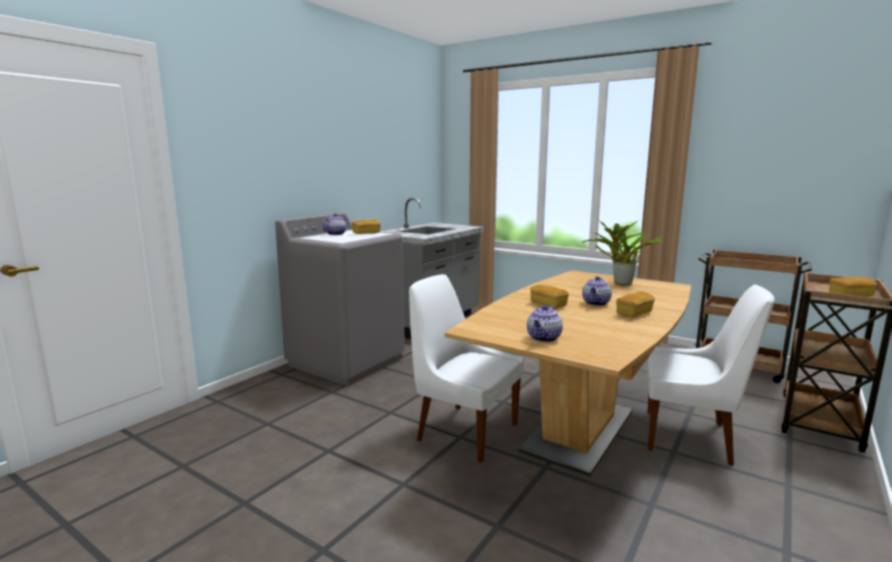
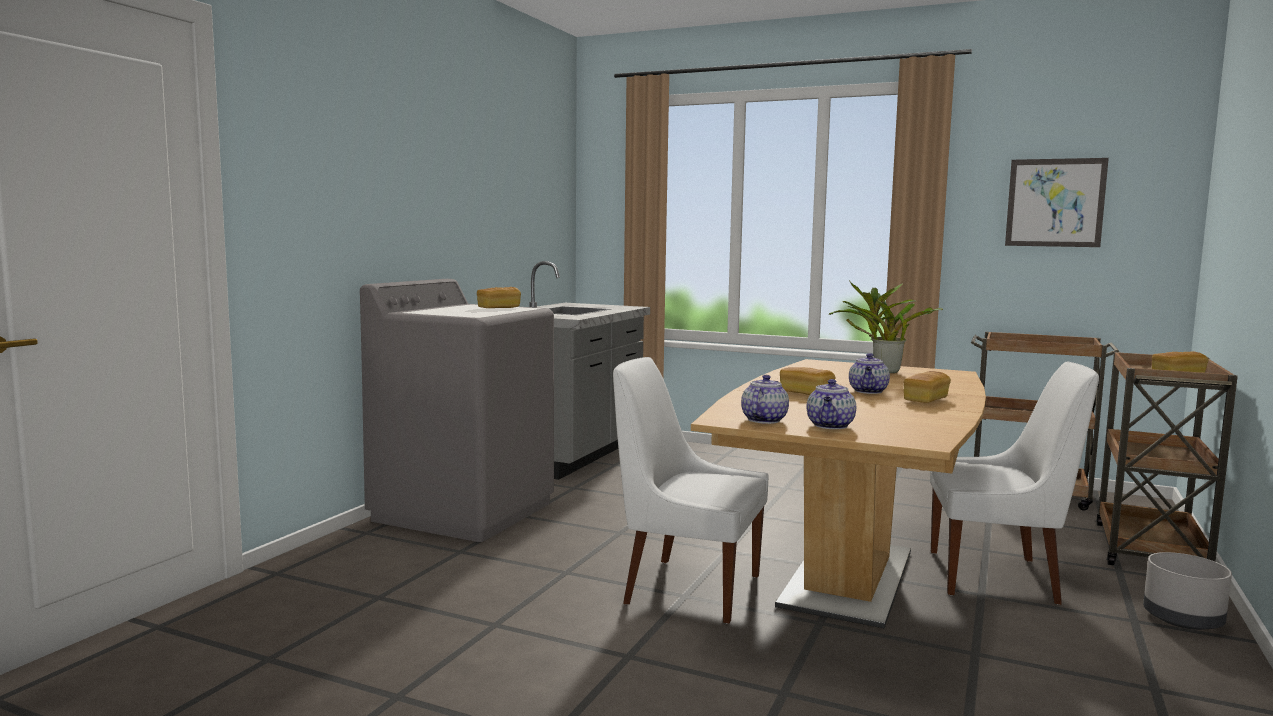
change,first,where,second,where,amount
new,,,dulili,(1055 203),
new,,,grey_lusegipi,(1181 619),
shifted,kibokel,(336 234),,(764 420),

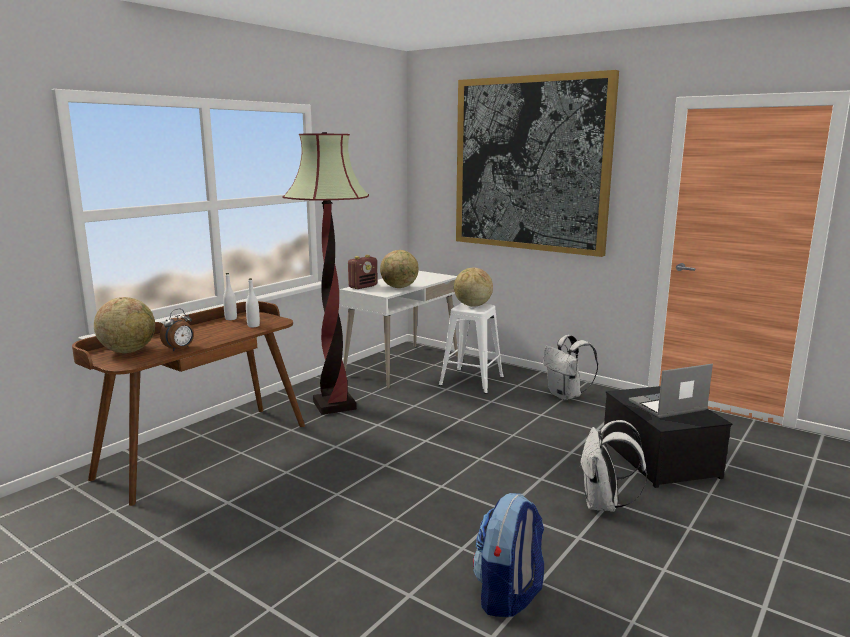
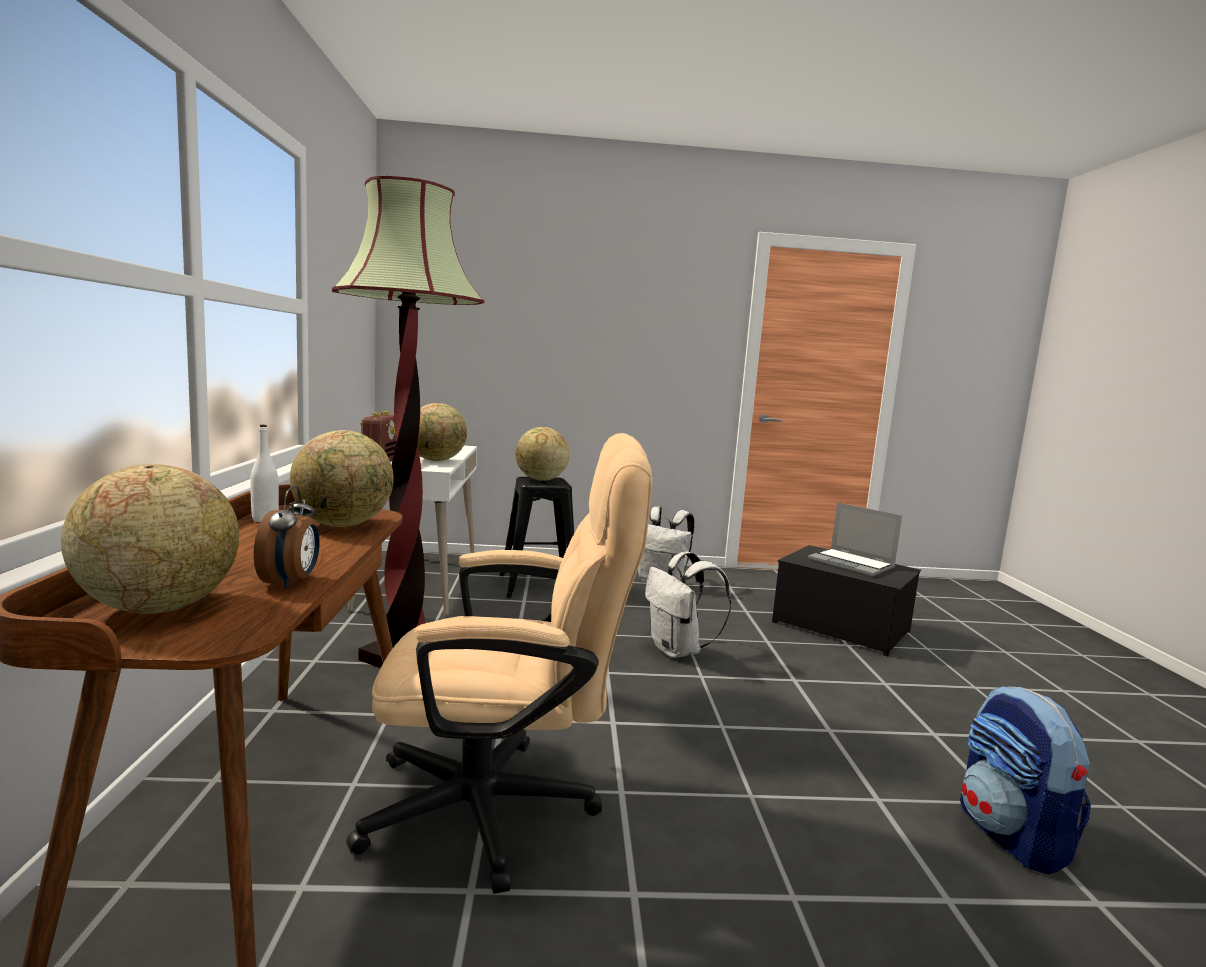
change,first,where,second,where,amount
gone,dulili,(531 164),,,
new,,,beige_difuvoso,(502 809),
shifted,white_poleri,(604 505),,(678 651),
swapped,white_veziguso,(253 326),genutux,(343 525),
repainted,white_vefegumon,(472 381),black_vefegumon,(539 585),
rotated,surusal,(667 406),,(852 564),75 degrees counterclockwise

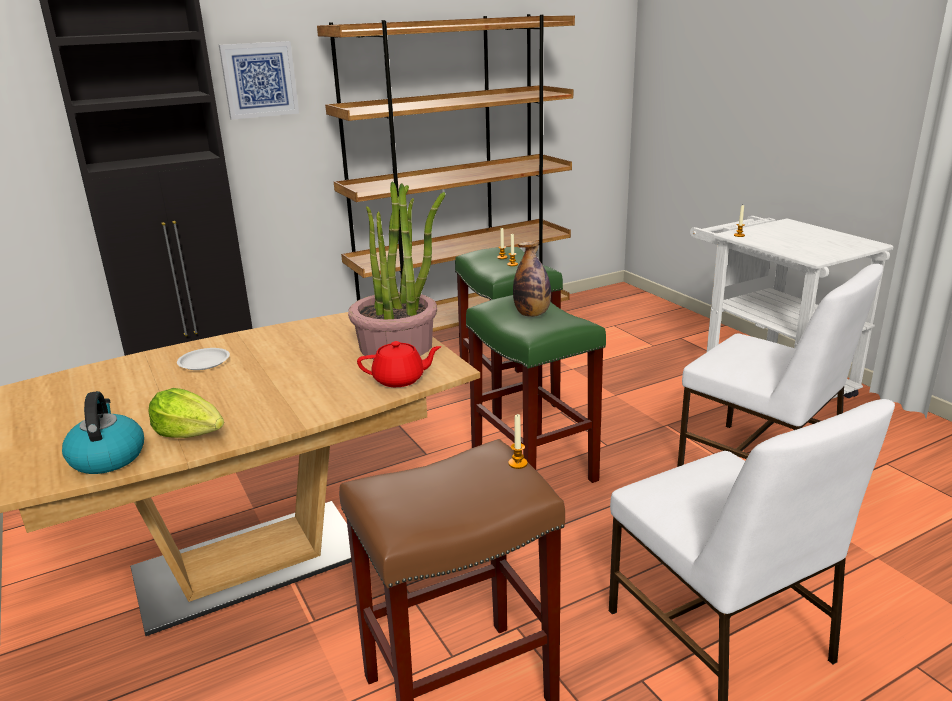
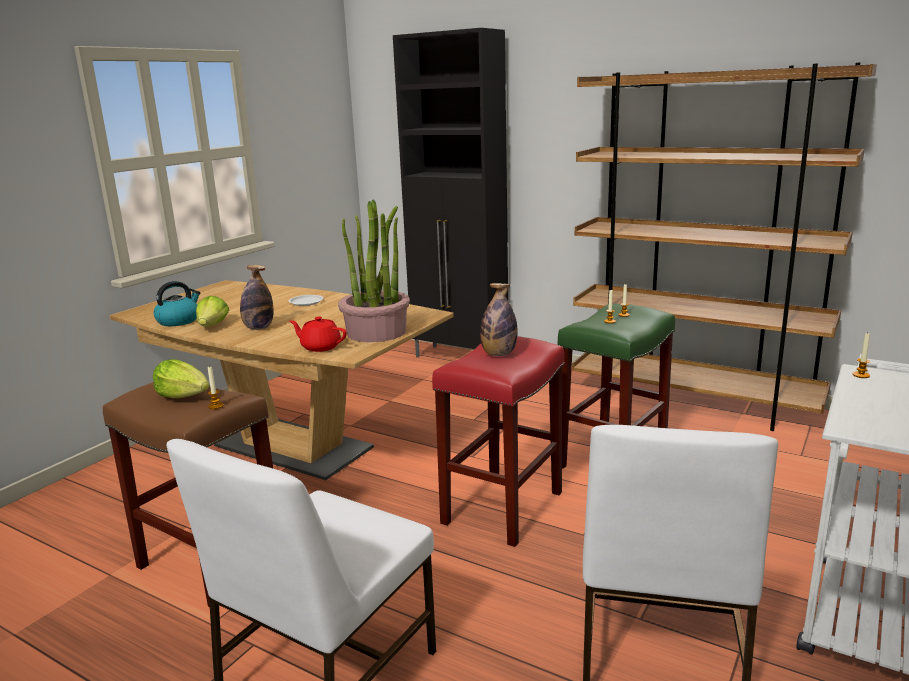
change,first,where,second,where,amount
gone,dulili,(259 80),,,
new,,,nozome,(184 396),
new,,,veziguso,(258 328),
repainted,green_vefegumon,(535 467),red_vefegumon,(502 509),
rotated,red_kibokel,(400 379),,(320 347),150 degrees clockwise

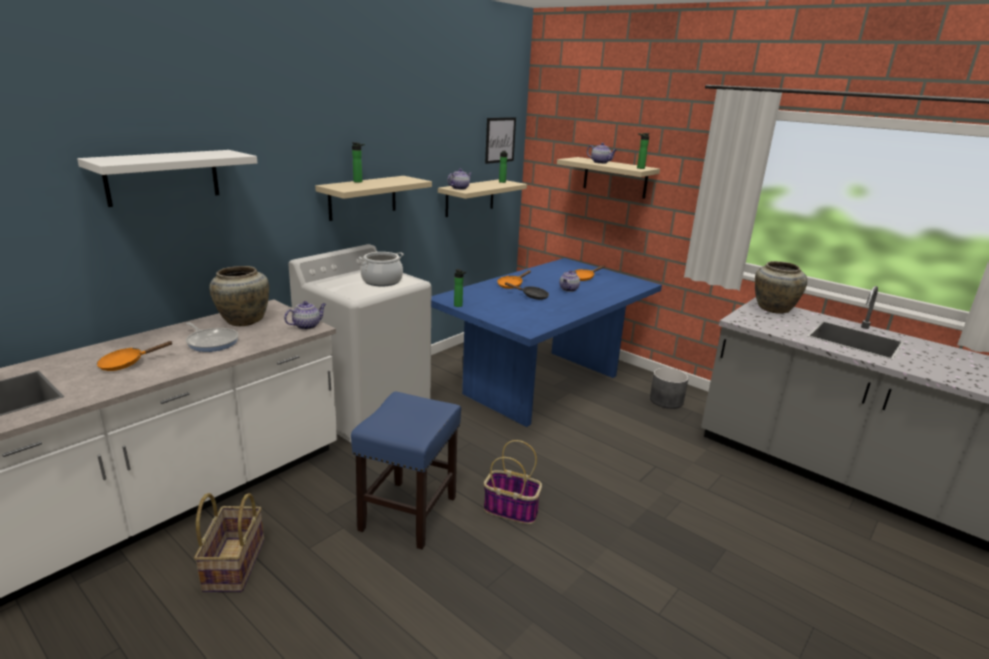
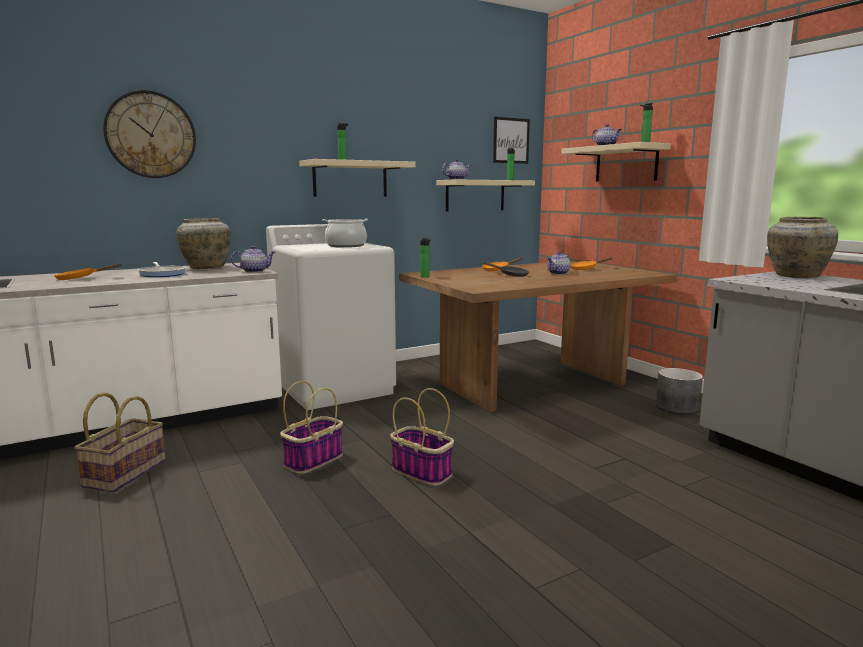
change,first,where,second,where,amount
swapped,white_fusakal,(163 177),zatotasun,(150 135),
swapped,blue_vefegumon,(409 512),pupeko,(314 460),
repainted,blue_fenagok,(542 384),brown_fenagok,(532 383),

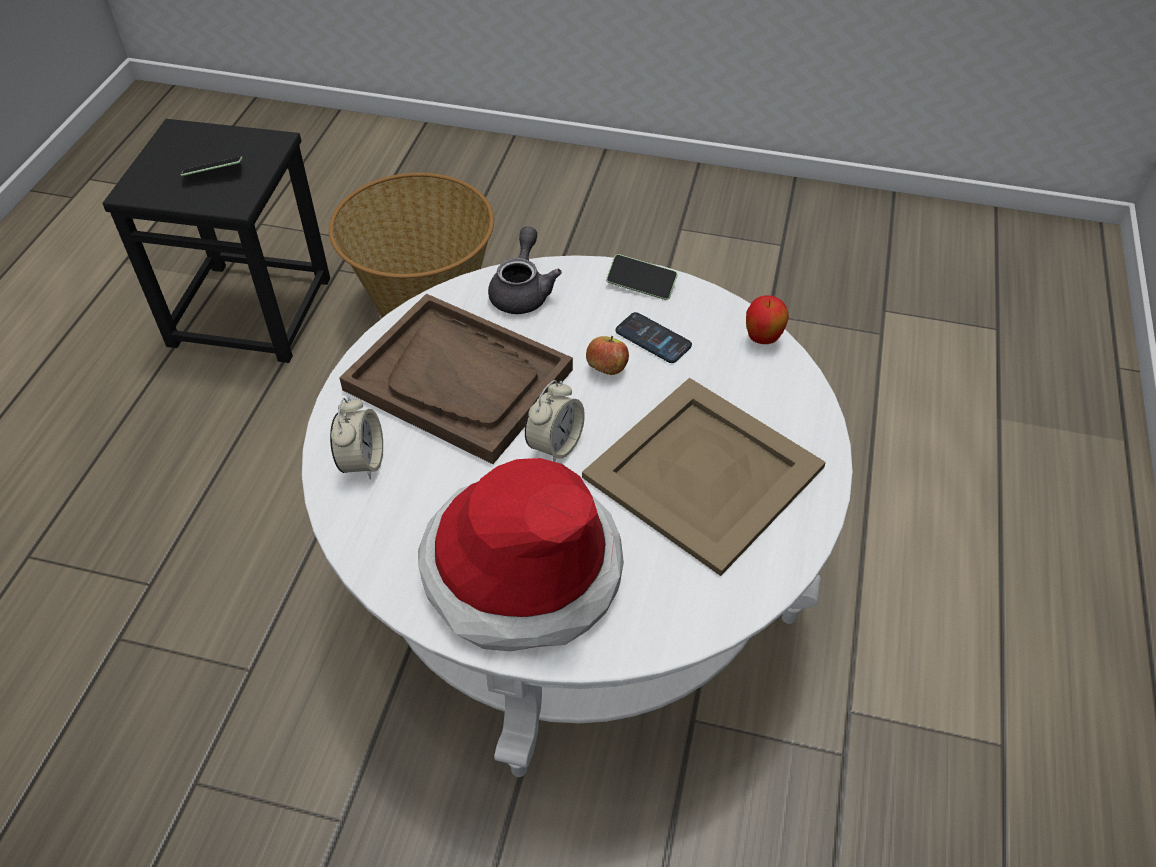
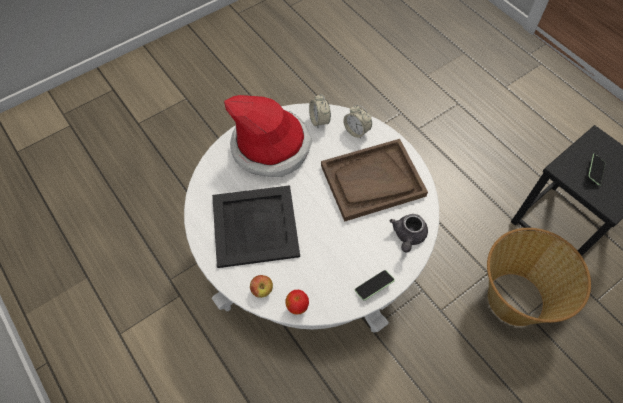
change,first,where,second,where,amount
gone,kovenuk,(653 339),,,
shifted,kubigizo,(555 445),,(319 120),
shifted,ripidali,(606 369),,(262 290),
repainted,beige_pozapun,(703 474),black_pozapun,(254 225),
rotated,grey_kibokel,(522 291),,(408 236),60 degrees clockwise

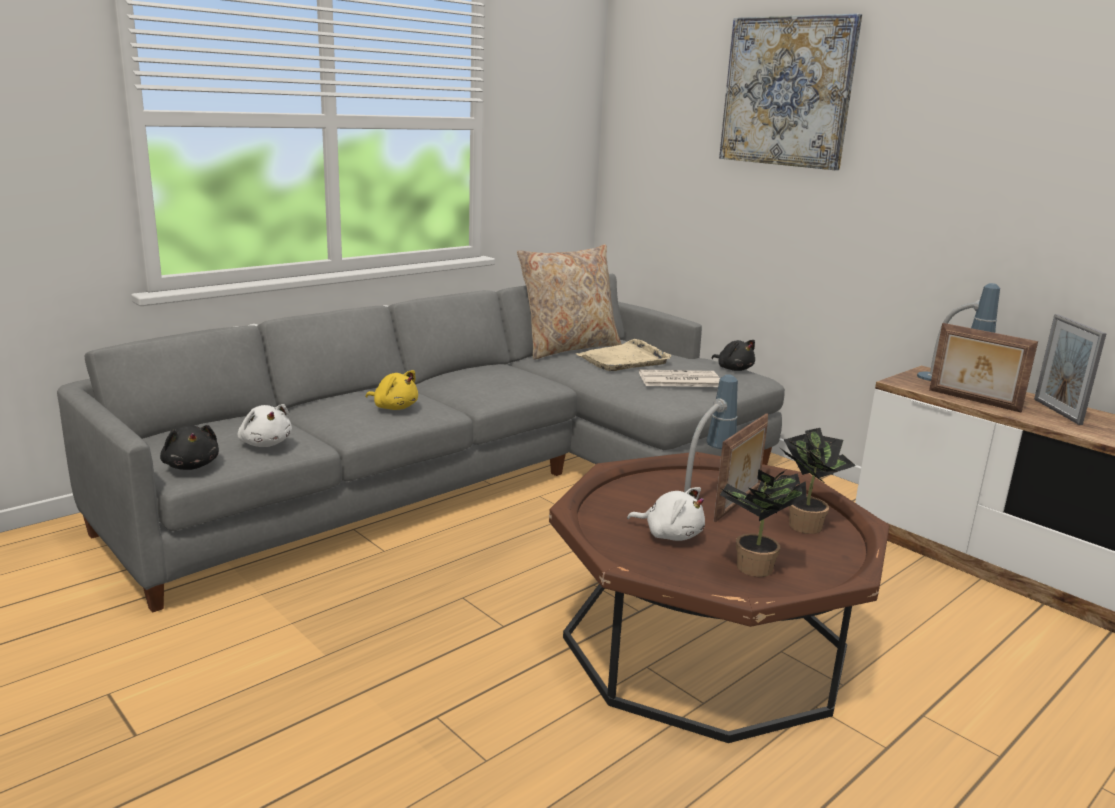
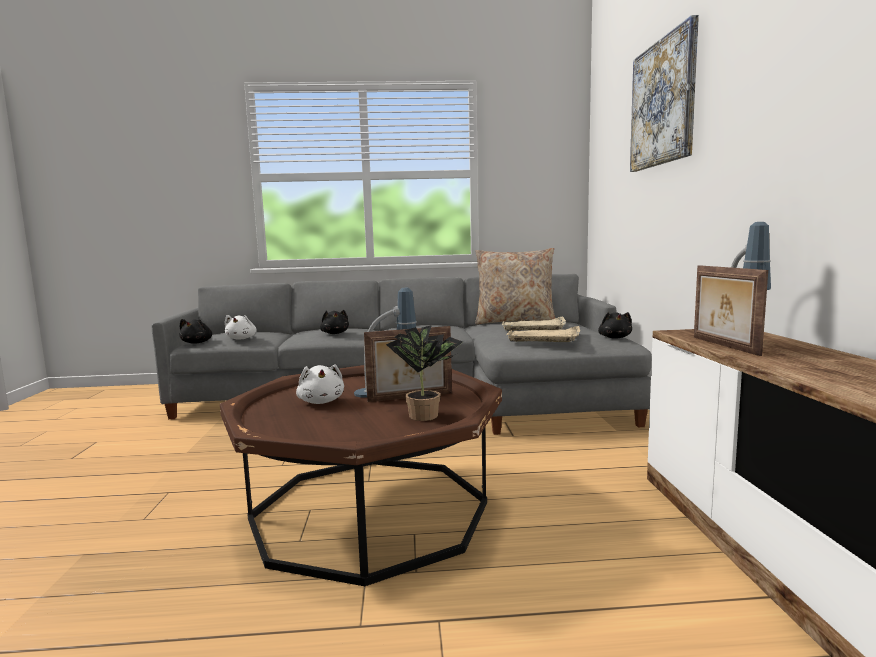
change,first,where,second,where,amount
gone,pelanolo,(752 569),,,
gone,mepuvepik,(1057 411),,,
swapped,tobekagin,(678 380),beige_pozapun,(544 337),
repainted,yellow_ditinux,(394 407),black_ditinux,(335 333),

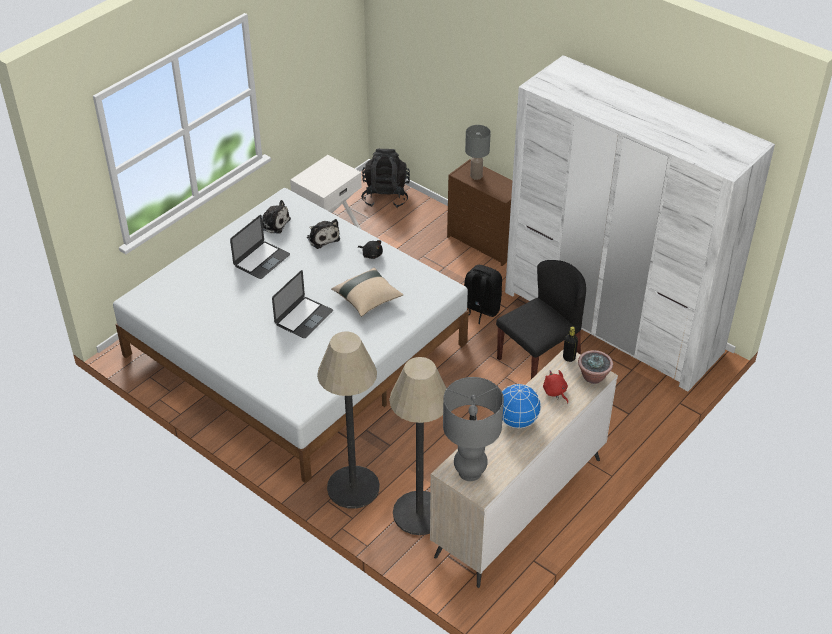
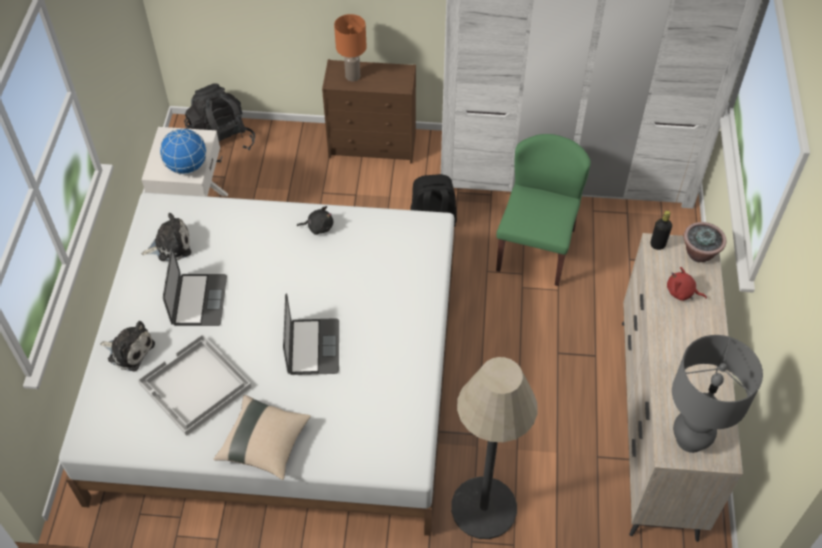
change,first,where,second,where,amount
gone,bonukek,(419 513),,,
new,,,white_pozapun,(195 386),
shifted,ditinux,(322 237),,(129 350),
shifted,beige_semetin,(367 299),,(264 444),
shifted,genutux,(517 420),,(186 166),
repainted,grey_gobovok,(476 176),orange_gobovok,(353 76),
repainted,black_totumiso,(539 359),green_totumiso,(535 249),

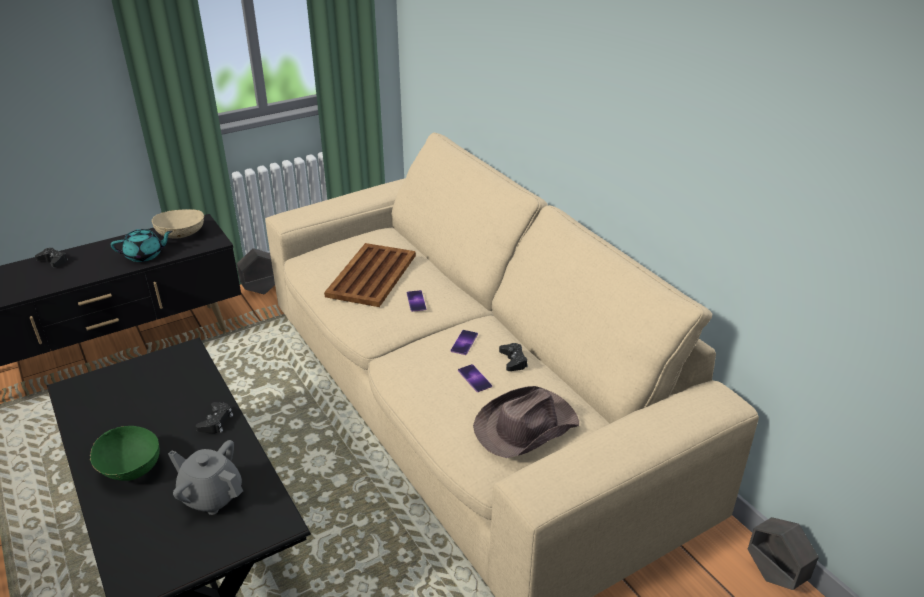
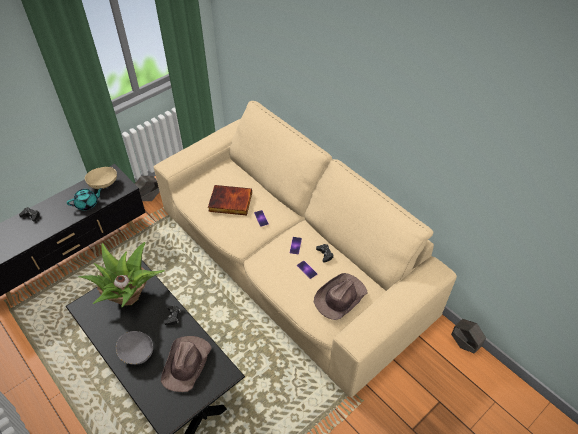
change,first,where,second,where,amount
new,,,pelanolo,(129 295),
swapped,grey_kibokel,(211 496),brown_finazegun,(187 363),
swapped,brown_pozapun,(371 276),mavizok,(230 202),
repainted,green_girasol,(130 468),grey_girasol,(137 353),

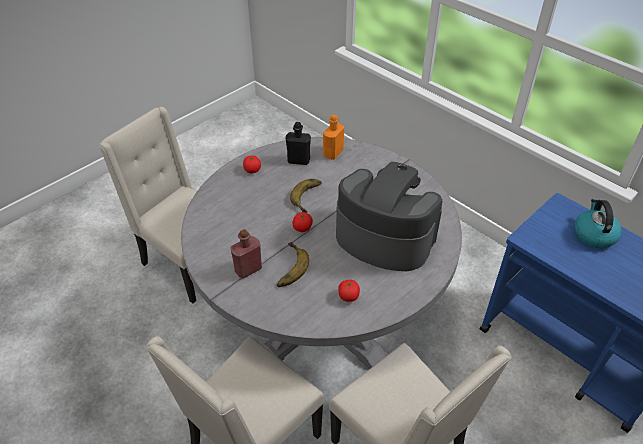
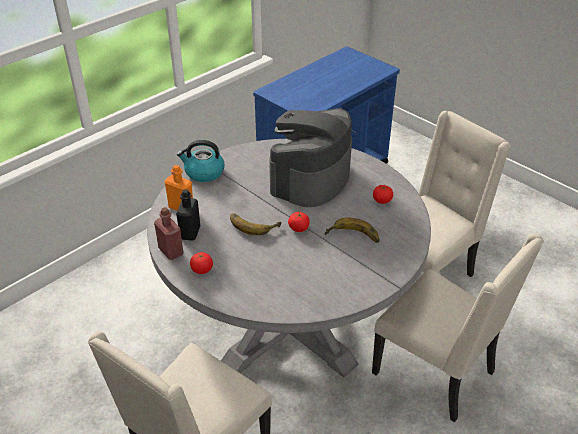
change,first,where,second,where,amount
shifted,red_veziguso,(248 269),,(171 251),
shifted,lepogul,(593 234),,(203 173),

